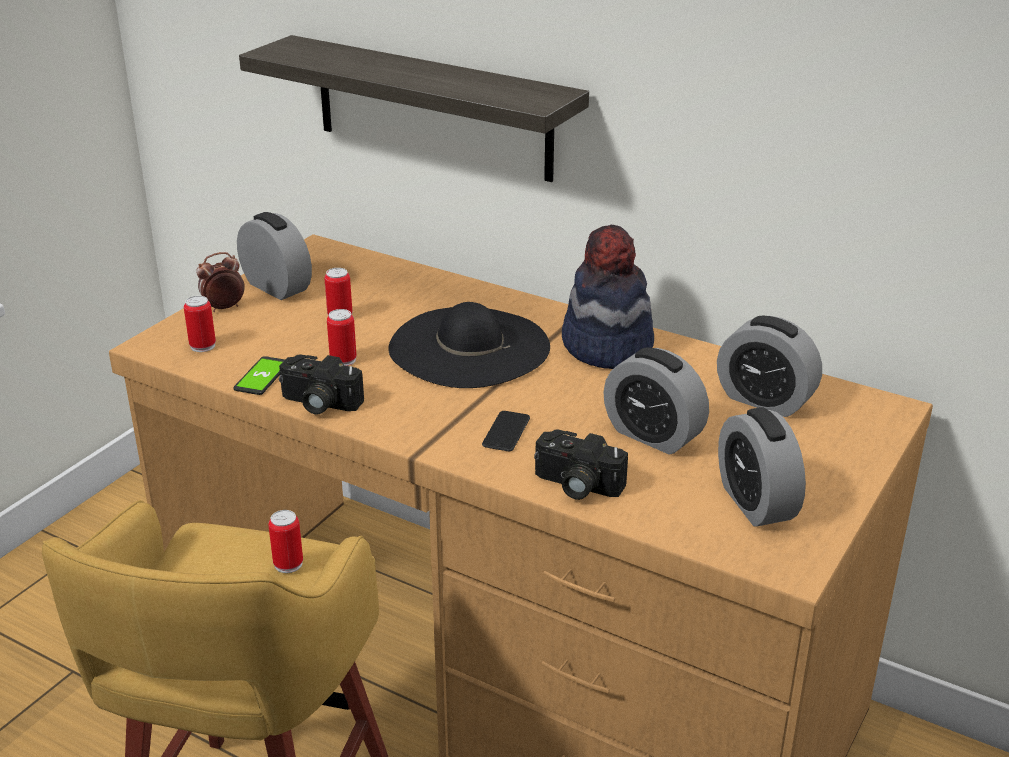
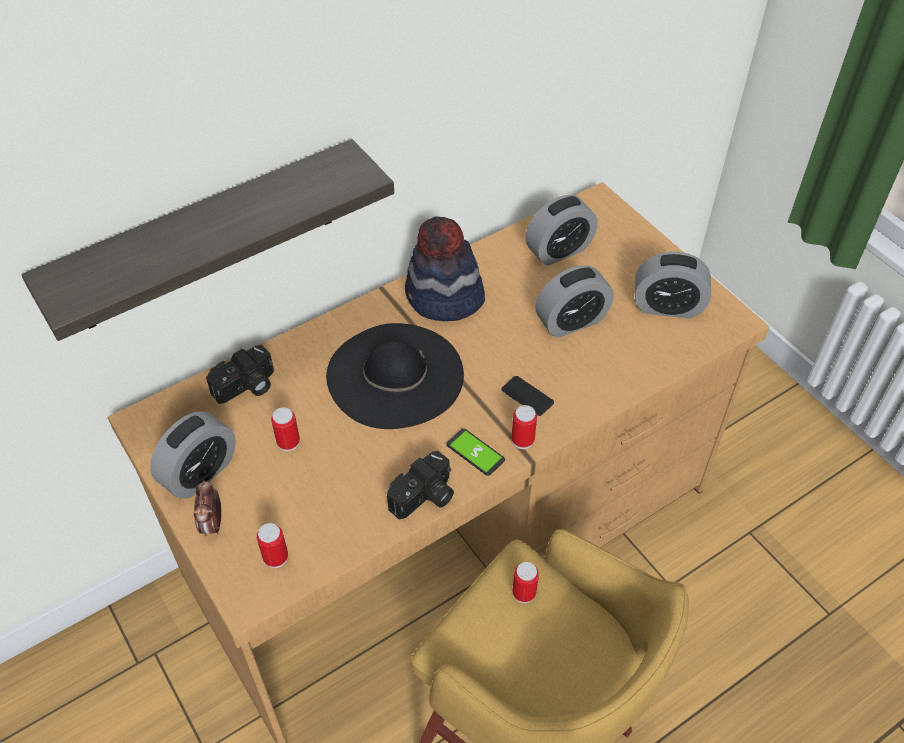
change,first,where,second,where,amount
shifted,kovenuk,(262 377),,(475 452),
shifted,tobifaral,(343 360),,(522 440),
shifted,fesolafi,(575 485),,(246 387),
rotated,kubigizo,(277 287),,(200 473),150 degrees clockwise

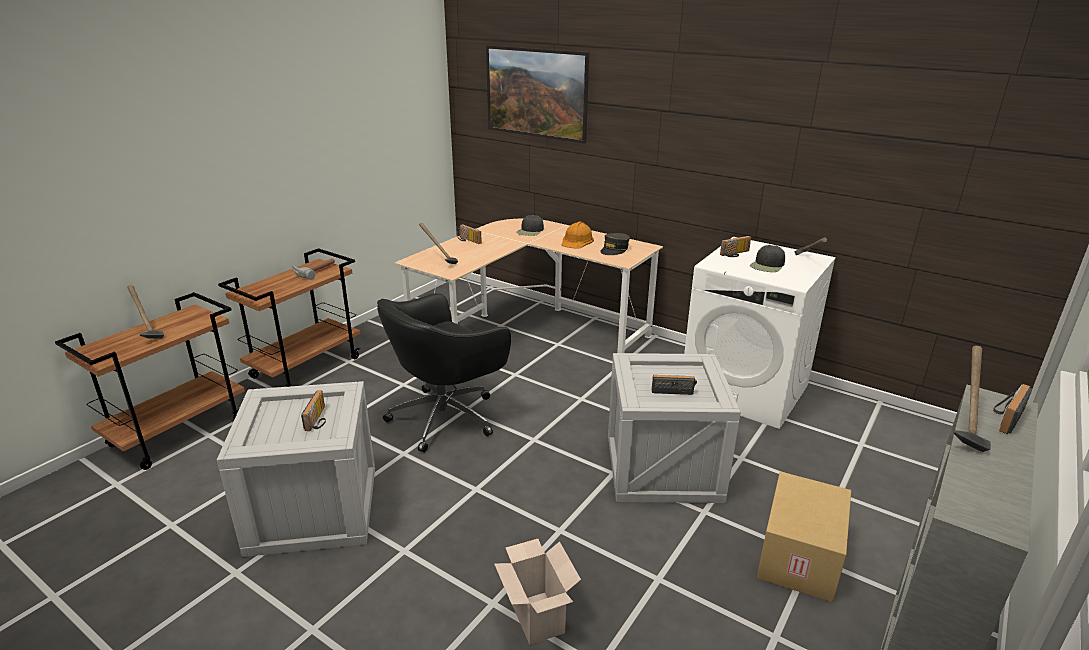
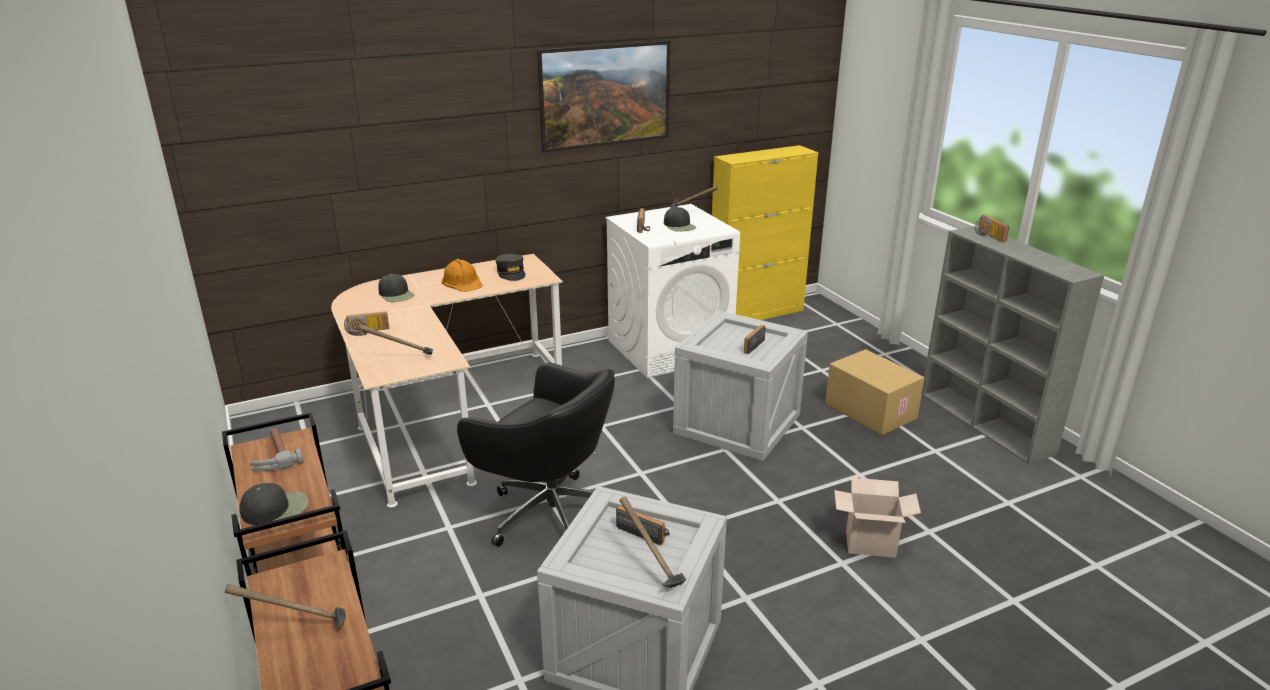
change,first,where,second,where,amount
new,,,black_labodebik,(276 508),
new,,,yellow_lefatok,(756 313),
shifted,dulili,(536 114),,(606 120),
shifted,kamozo,(963 427),,(650 569),
rotated,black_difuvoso,(446 416),,(549 513),45 degrees counterclockwise

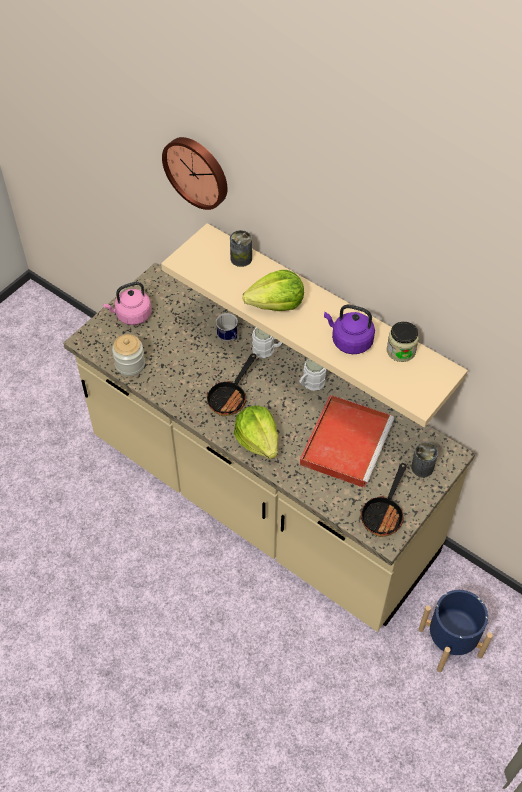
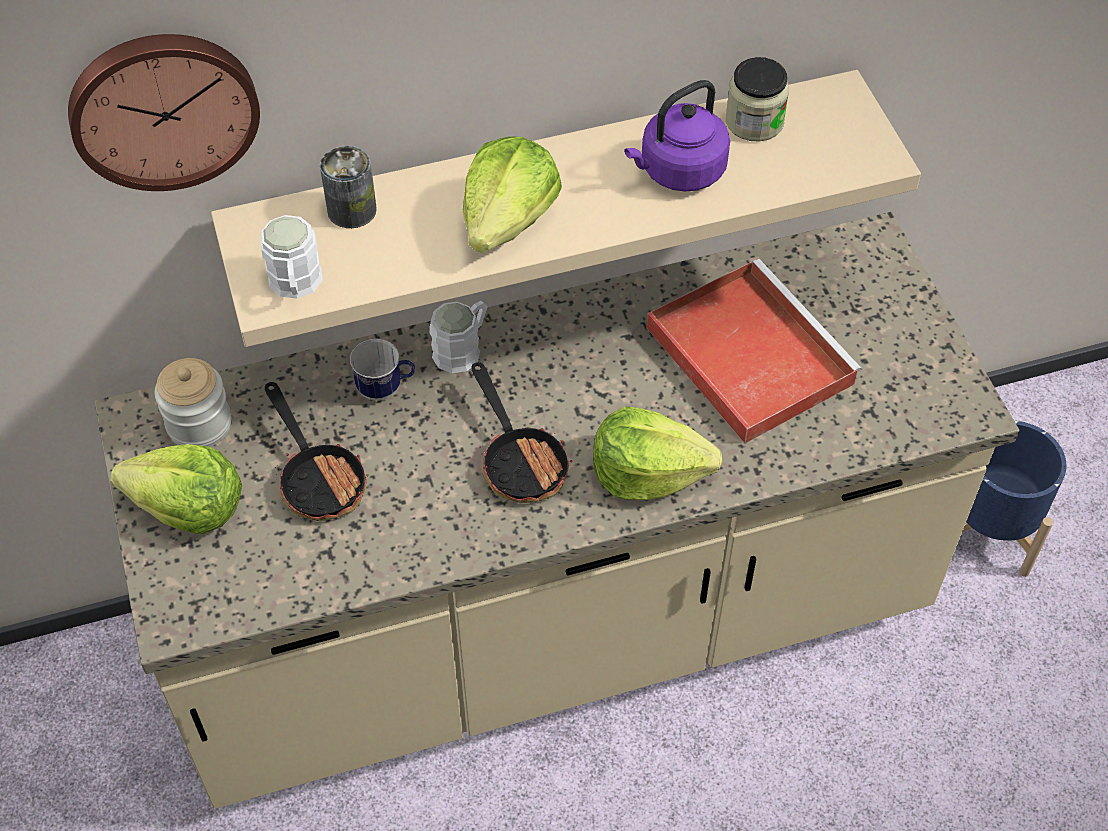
change,first,where,second,where,amount
gone,tobifaral,(422 467),,,
shifted,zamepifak,(130 365),,(199 424),
shifted,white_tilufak,(310 384),,(296 285),
shifted,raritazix,(384 513),,(318 478),
swapped,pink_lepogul,(131 315),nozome,(188 508),

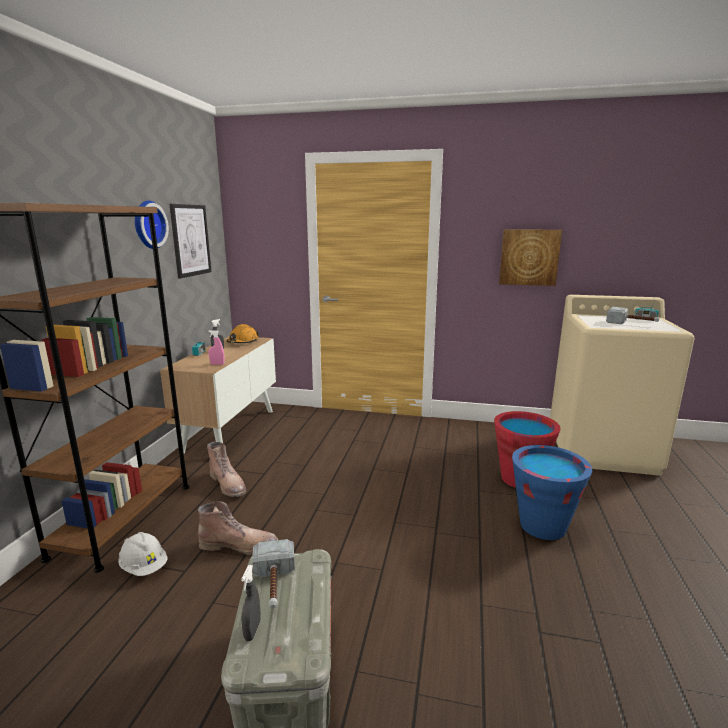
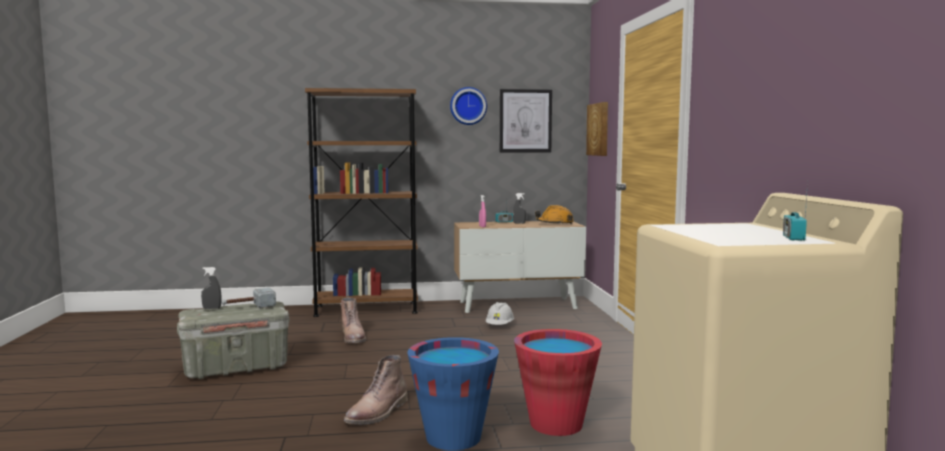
change,first,where,second,where,amount
gone,kamozo,(631 323),,,
shifted,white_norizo,(144 567),,(499 326),
shifted,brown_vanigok,(229 484),,(378 413),
shifted,dulili,(529 257),,(599 129),

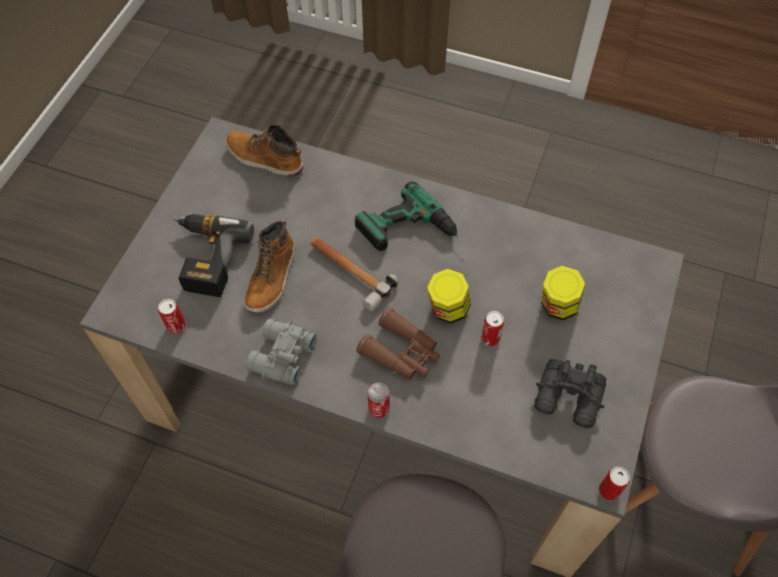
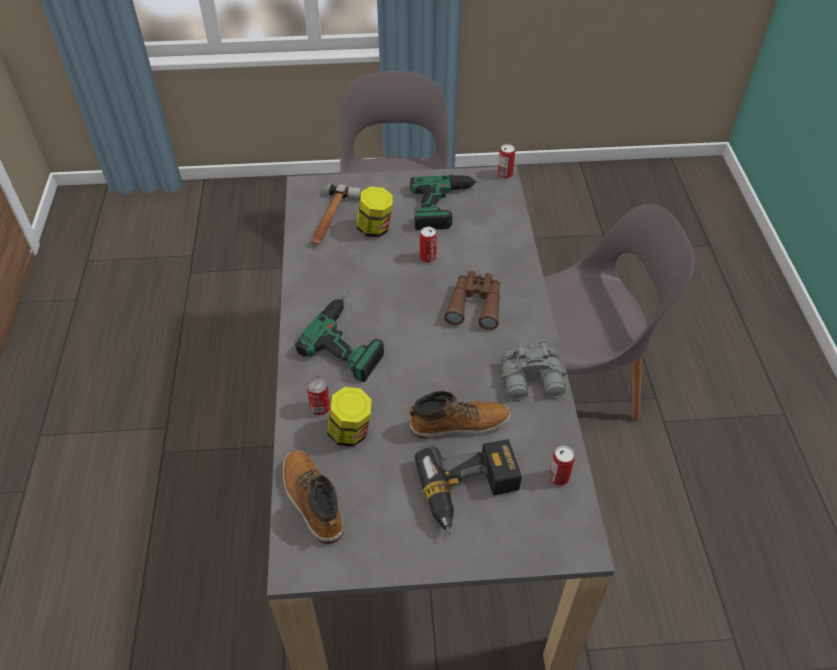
change,first,where,second,where,amount
shifted,kamozo,(348 271),,(332 219),
shifted,tobifaral,(379 408),,(320 408),
shifted,zamepifak,(447 309),,(350 432),
swapped,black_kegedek,(569 399),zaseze,(452 205),
rotated,vanigok,(264 159),,(312 501),150 degrees clockwise

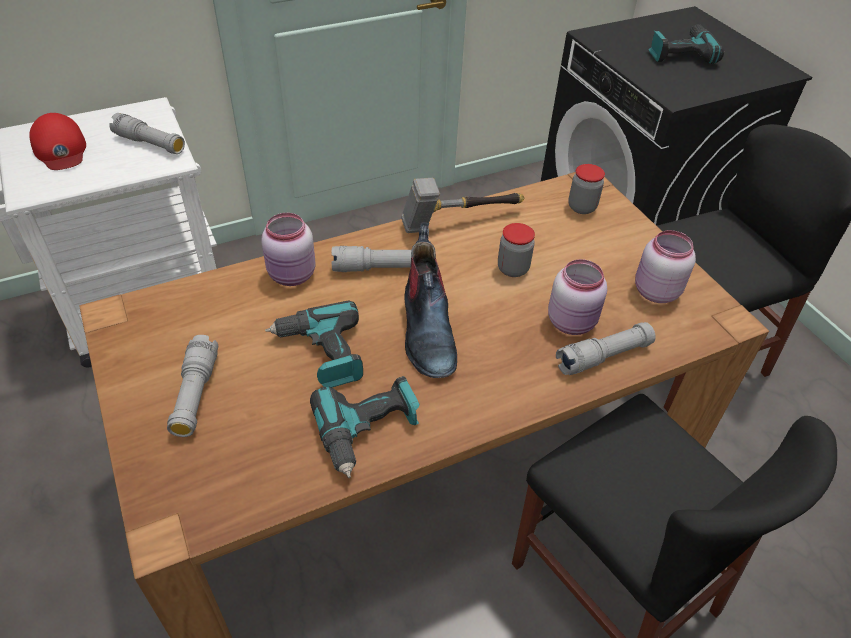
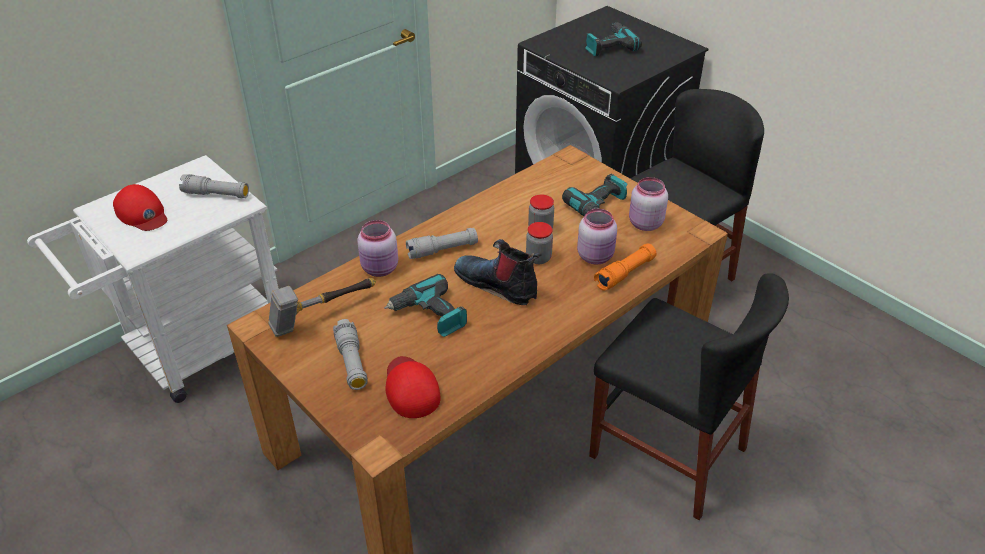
change,first,where,second,where,amount
new,,,red_labodebik,(411 388),
shifted,zaseze,(369 431),,(600 208),
shifted,kamozo,(459 223),,(323 316),
shifted,zamepifak,(582 207),,(538 258),
repainted,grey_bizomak,(603 356),orange_bizomak,(625 273),
rotated,vanigok,(427 331),,(497 284),150 degrees clockwise

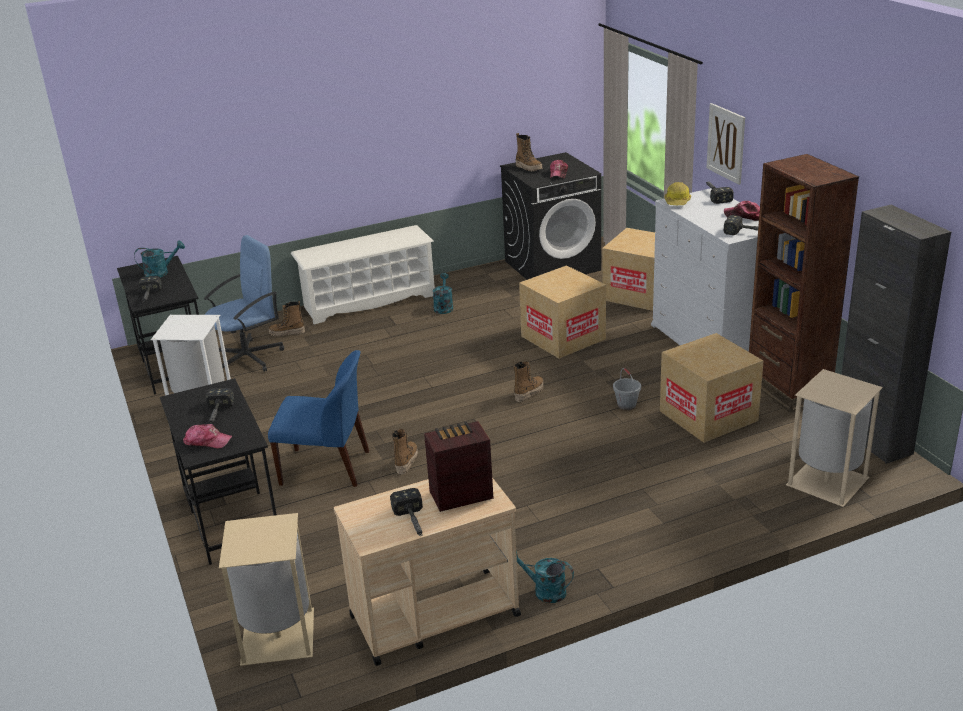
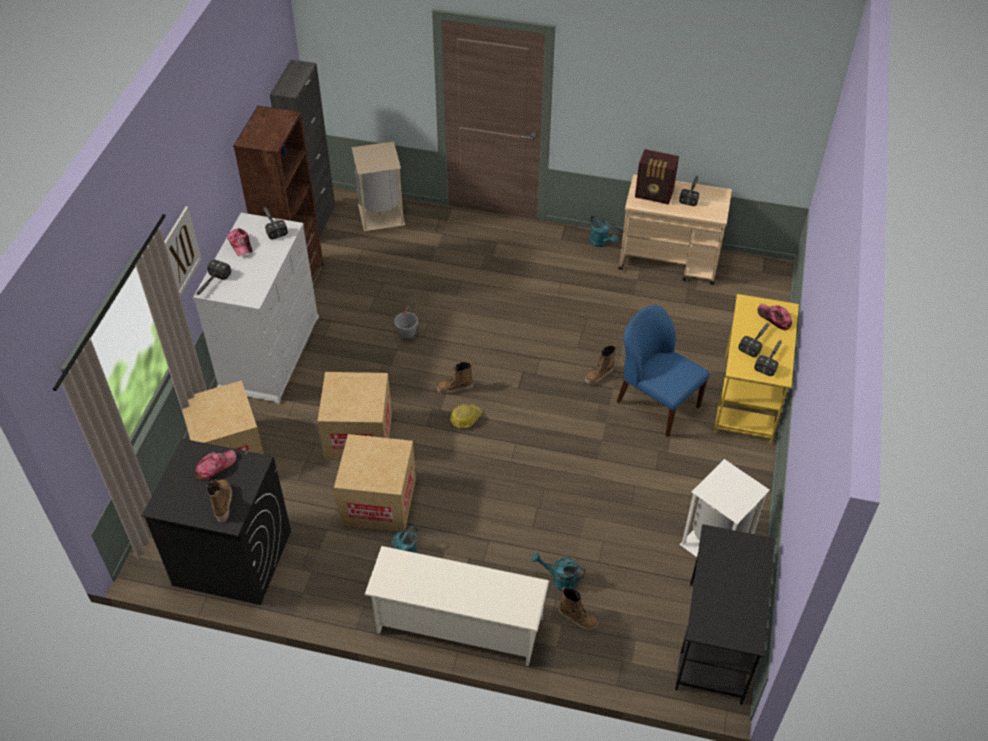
change,first,where,second,where,amount
gone,blue_difuvoso,(248 358),,,
gone,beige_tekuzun,(276 637),,,
shifted,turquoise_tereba,(161 273),,(560 579),
shifted,kamozo,(149 297),,(771 358),
shifted,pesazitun,(708 416),,(378 501),
shifted,norizo,(677 202),,(465 418),
repainted,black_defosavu,(230 515),yellow_defosavu,(747 400),

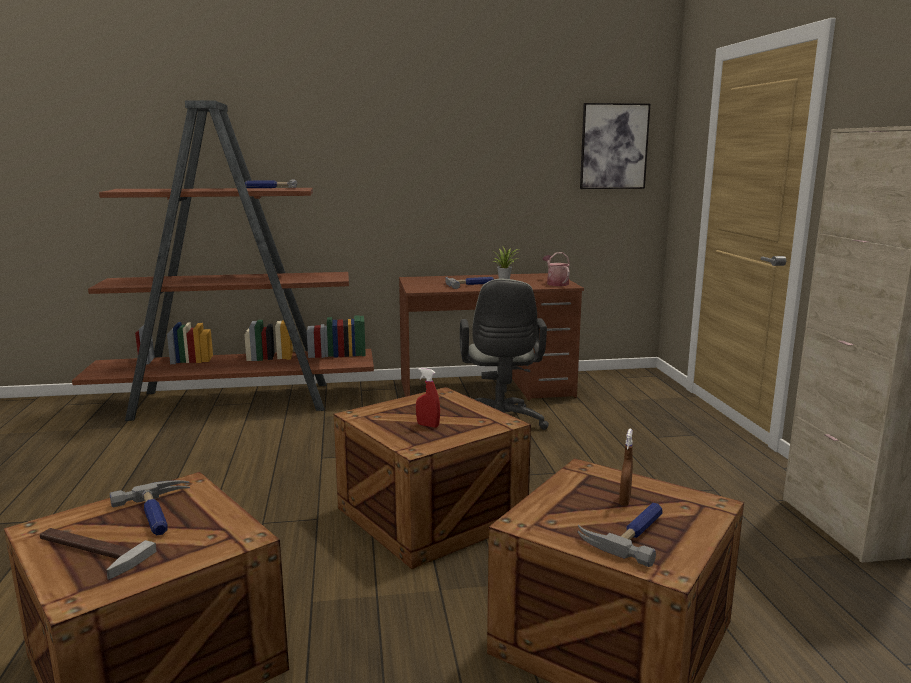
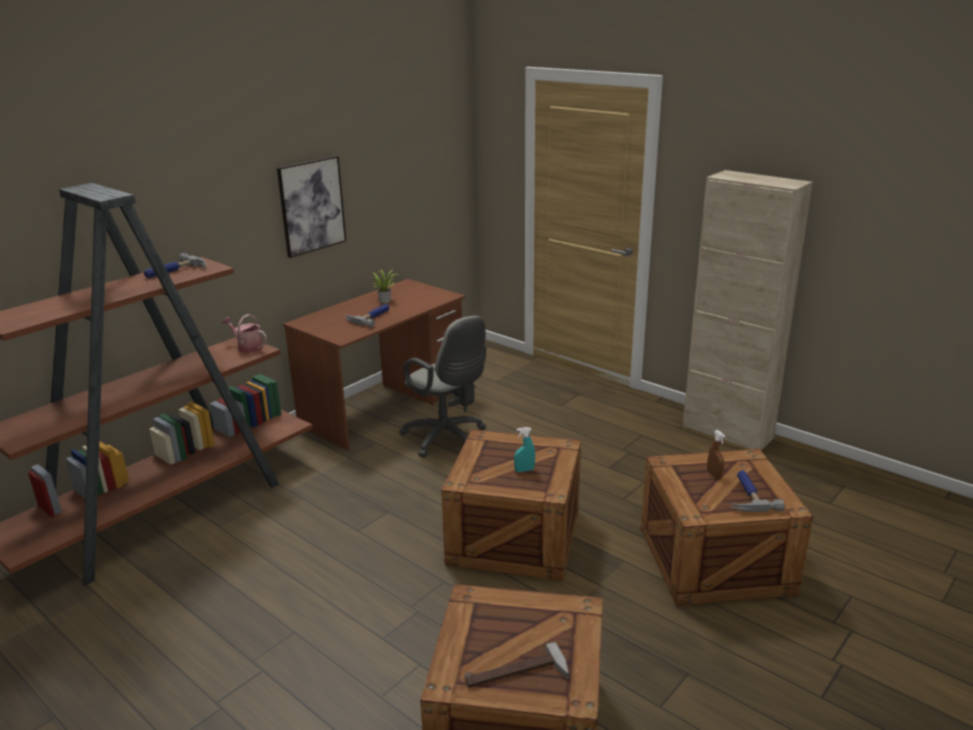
change,first,where,second,where,amount
gone,kamozo,(157 514),,,
shifted,tereba,(556 283),,(247 347),
shifted,dulili,(614 146),,(311 206),
repainted,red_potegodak,(428 425),turquoise_potegodak,(524 470),

